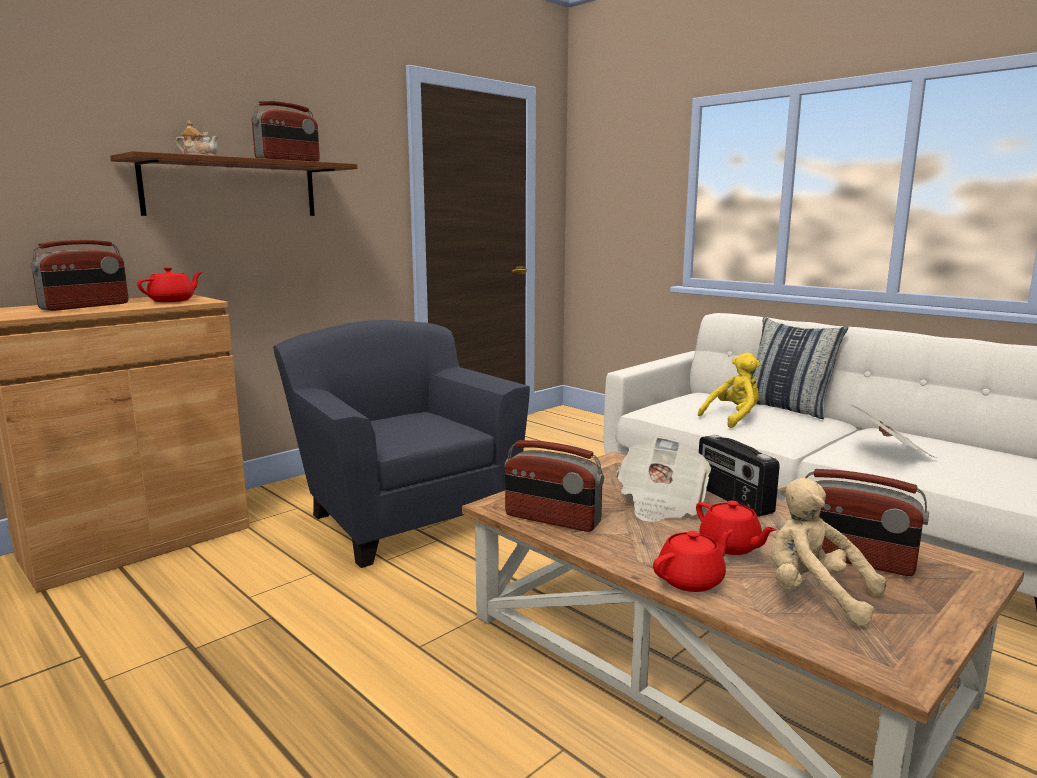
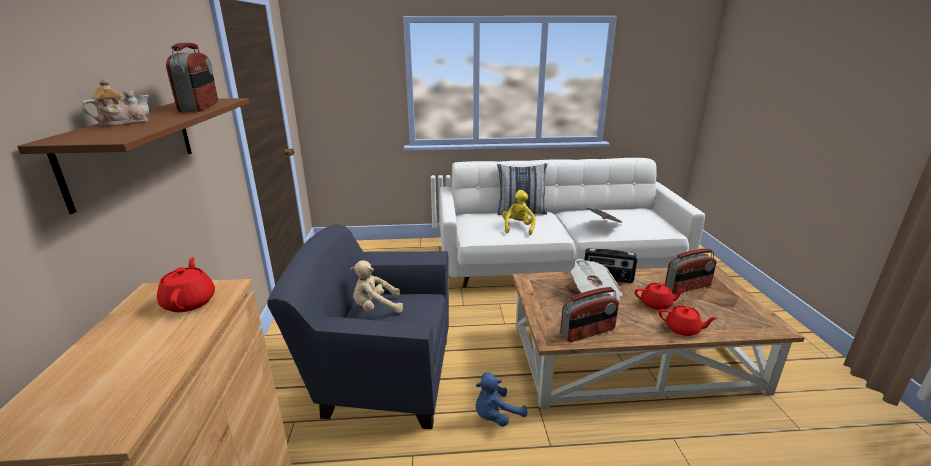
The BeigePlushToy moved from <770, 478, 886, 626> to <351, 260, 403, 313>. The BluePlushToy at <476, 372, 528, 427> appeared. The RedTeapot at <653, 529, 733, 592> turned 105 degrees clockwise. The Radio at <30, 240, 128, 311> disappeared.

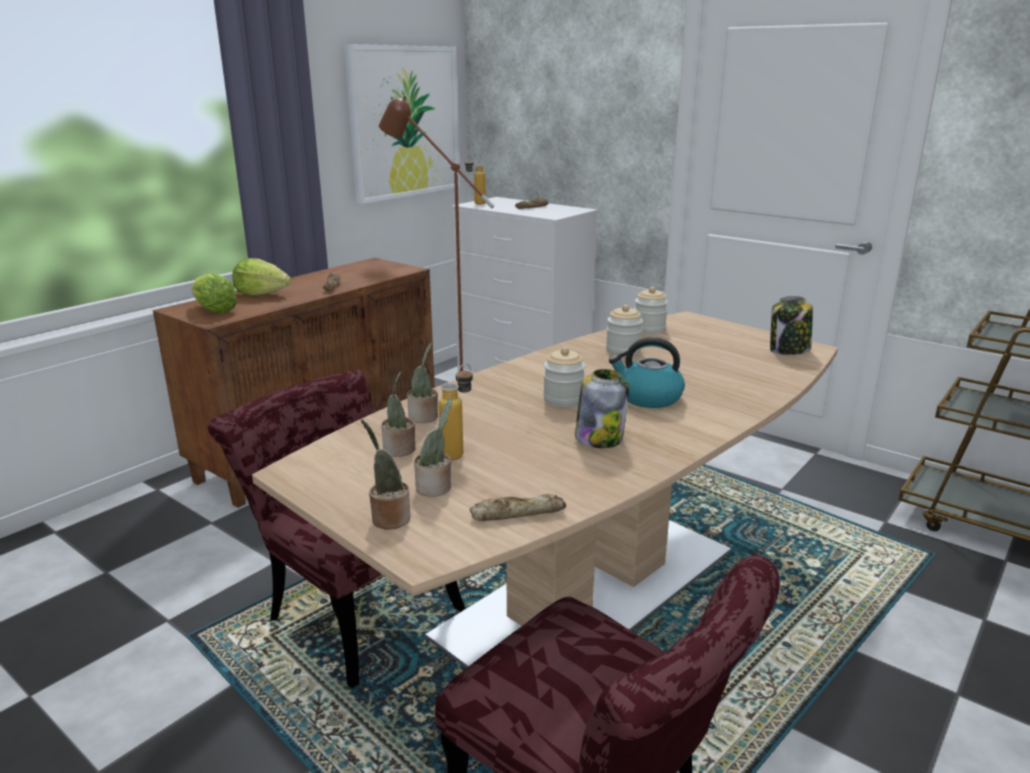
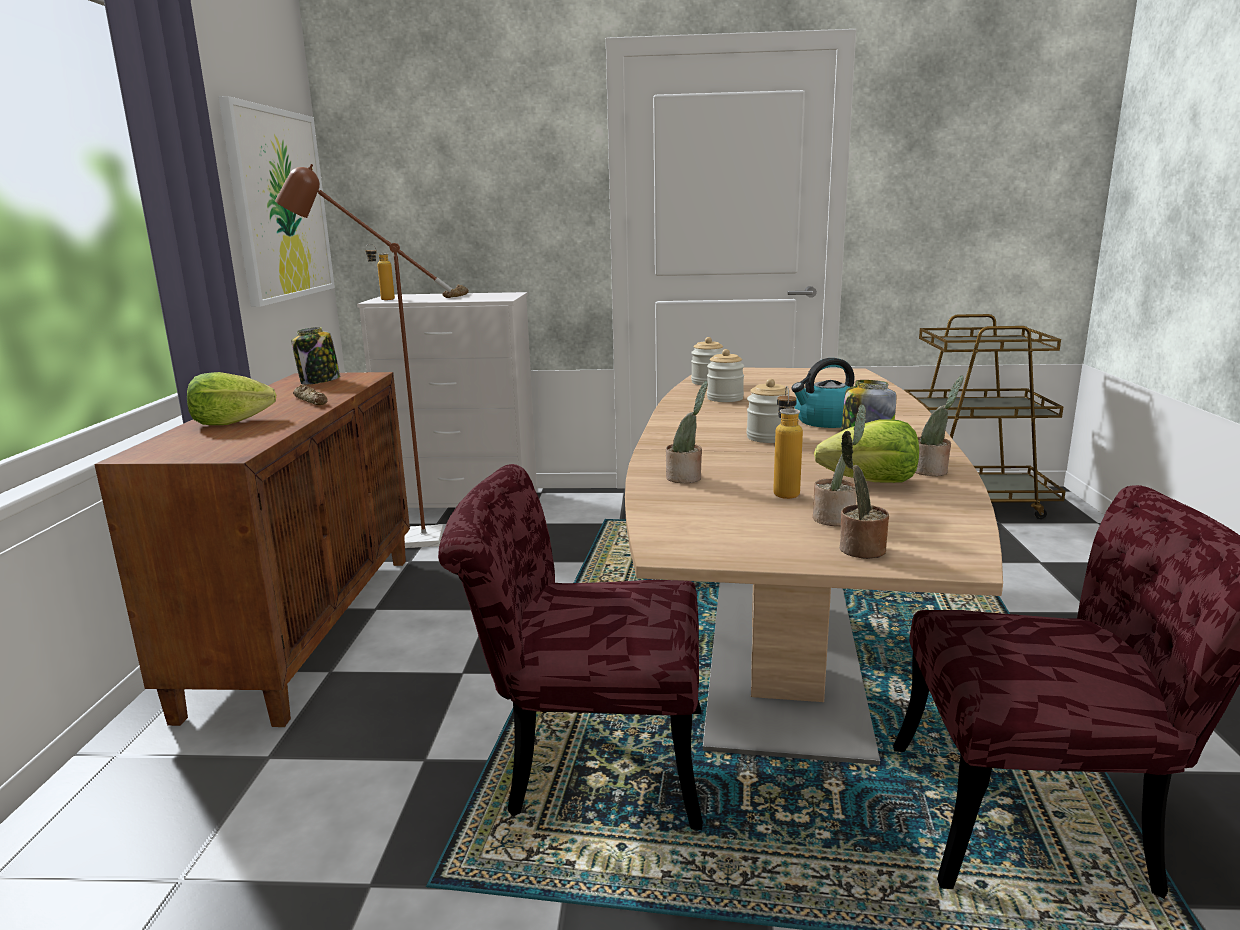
The Jar moved from <770, 296, 813, 355> to <291, 327, 340, 385>. The Lettuce moved from <191, 273, 238, 313> to <814, 419, 919, 483>. The PottedPlant moved from <381, 371, 415, 457> to <915, 375, 964, 476>. The Bread at <470, 494, 566, 521> disappeared.

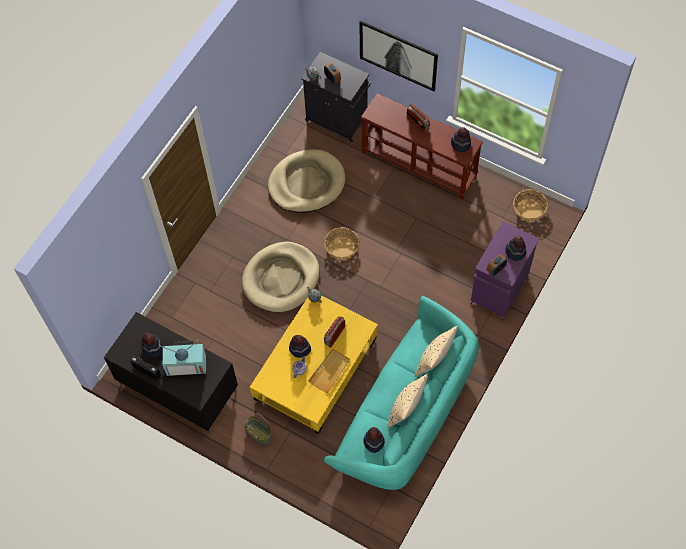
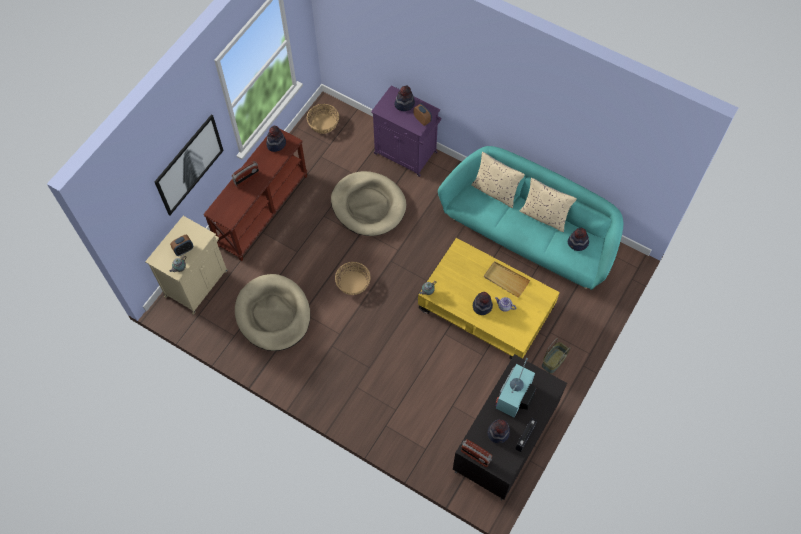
The BlackCabinet at <301, 52, 371, 142> became the BeigeCabinet at <145, 216, 228, 315>. The BeigeDogBed moved from <242, 242, 320, 312> to <331, 171, 406, 236>. The Radio moved from <324, 316, 345, 347> to <461, 439, 492, 467>. The Television at <159, 340, 206, 376> turned 150 degrees counterclockwise.

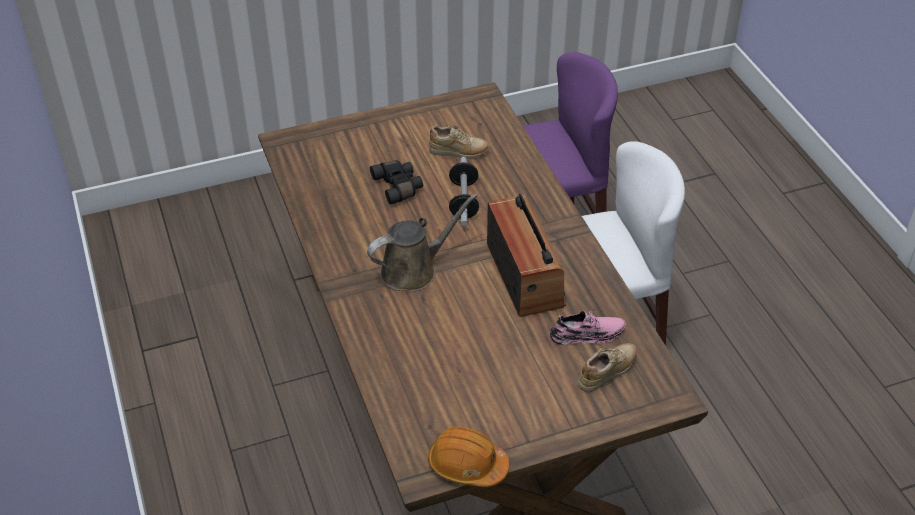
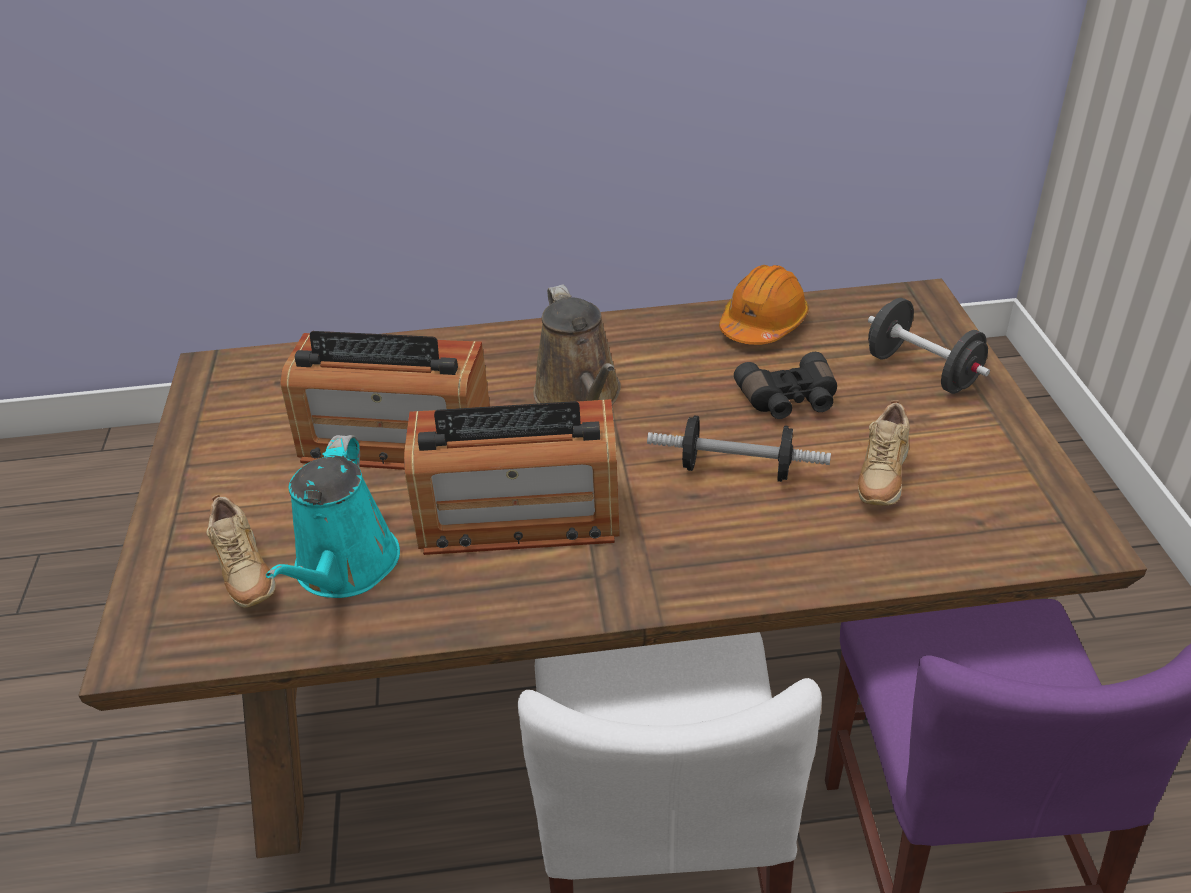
The PinkShoe at <550, 310, 626, 345> was replaced by the TurquoiseWateringCan at <266, 435, 400, 598>. The Radio at <281, 331, 490, 470> appeared. The OrangeHardHat moved from <428, 426, 510, 487> to <719, 265, 809, 345>. The BlackDumbbell at <868, 298, 990, 394> appeared.

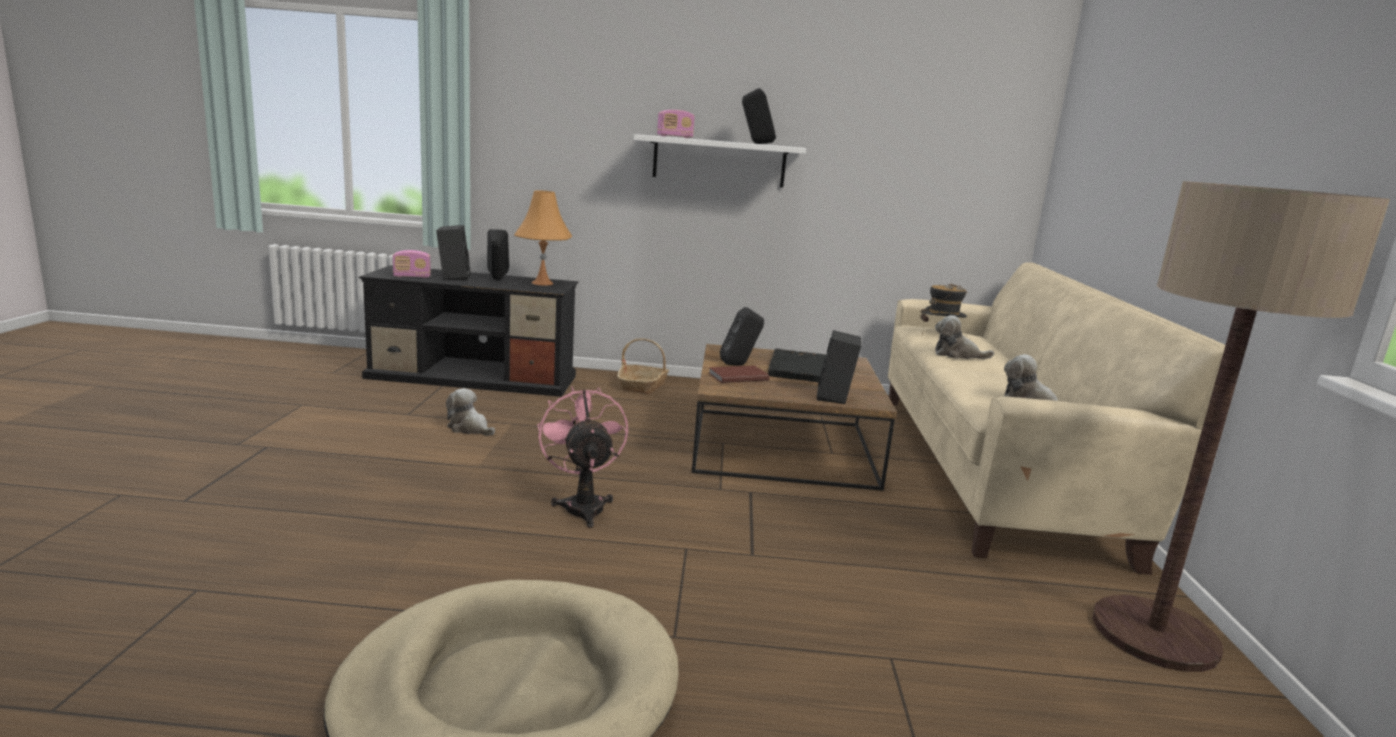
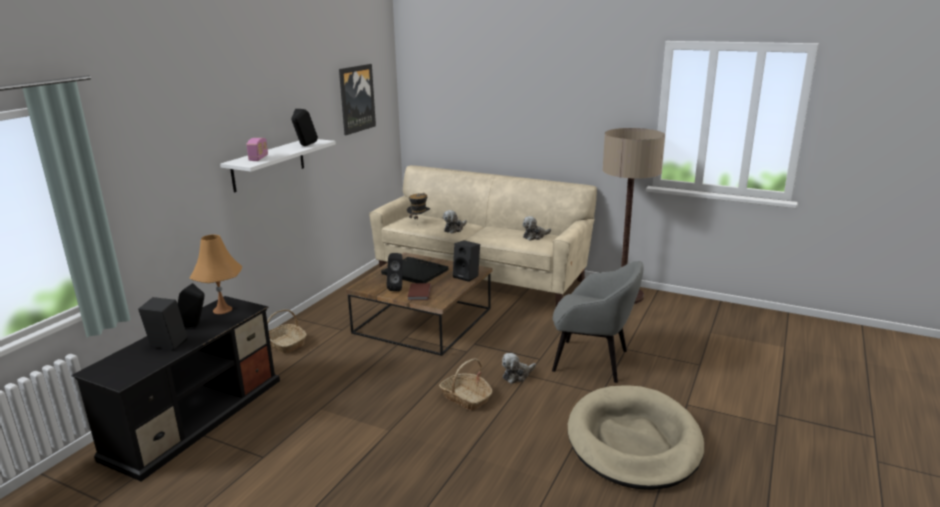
The Picture at <339, 64, 376, 135> appeared. The PinkFan at <537, 386, 628, 528> was replaced by the Basket at <439, 358, 492, 411>. The PlushToy moved from <446, 388, 495, 436> to <502, 353, 536, 384>. The GreyArmchair at <552, 261, 644, 383> appeared. The Radio at <393, 250, 431, 278> disappeared.

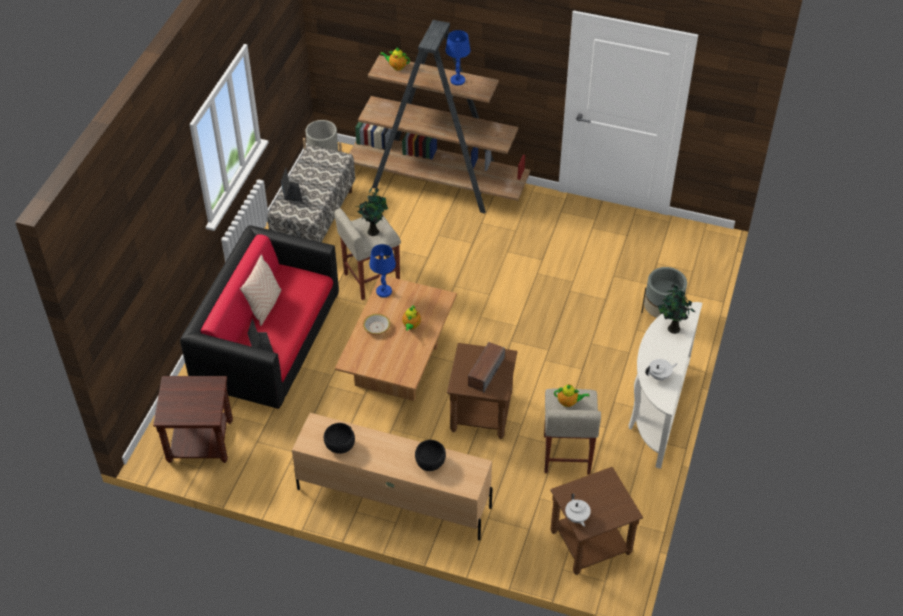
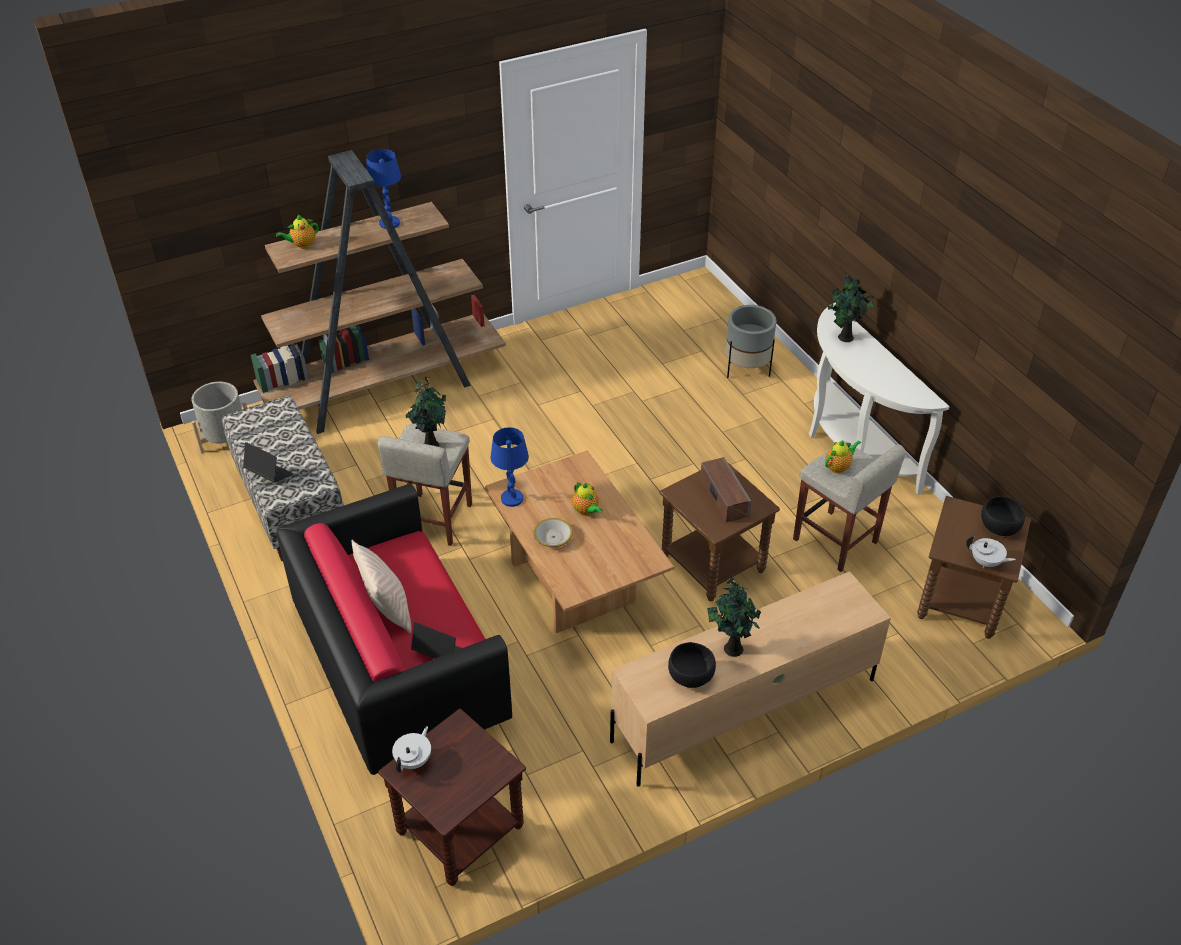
The WhiteTeapot moved from <645, 359, 678, 381> to <392, 726, 431, 772>. The PottedPlant at <707, 578, 761, 657> appeared. The BlackBowl moved from <415, 440, 446, 471> to <981, 496, 1025, 536>.

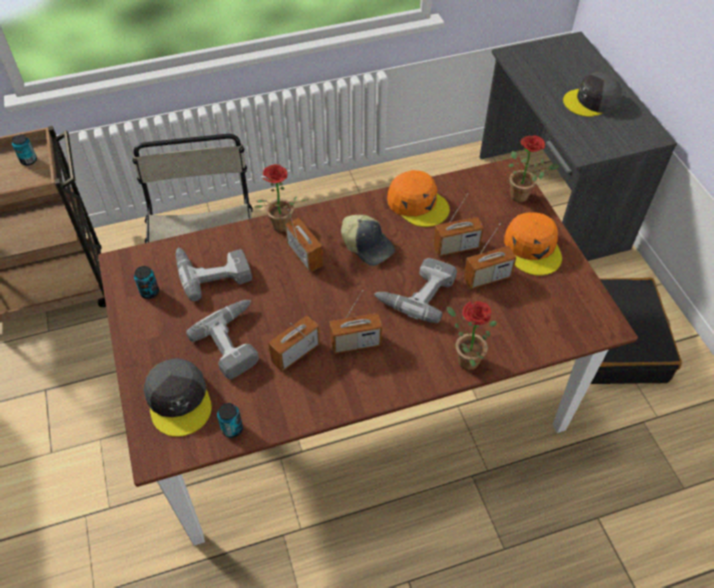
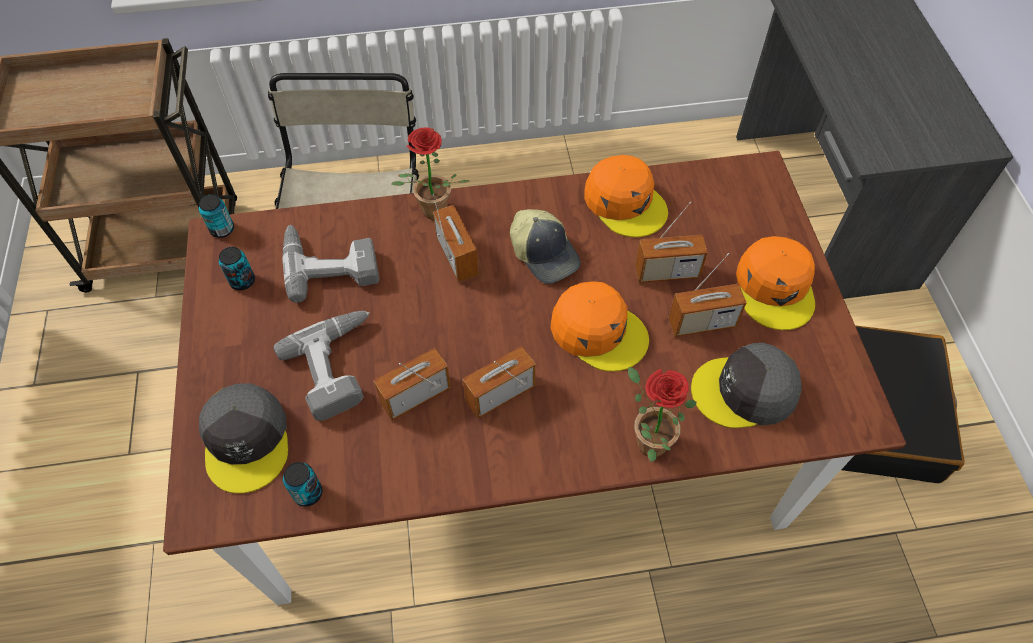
The Can moved from <12, 135, 37, 166> to <199, 194, 234, 238>. The Radio at <330, 290, 382, 354> turned 150 degrees clockwise. The PowerDrill at <374, 258, 457, 323> was replaced by the OrangeCap at <551, 281, 649, 371>. The GreyCap moved from <563, 72, 622, 117> to <691, 343, 802, 428>. The PottedPlant at <508, 135, 560, 202> disappeared.

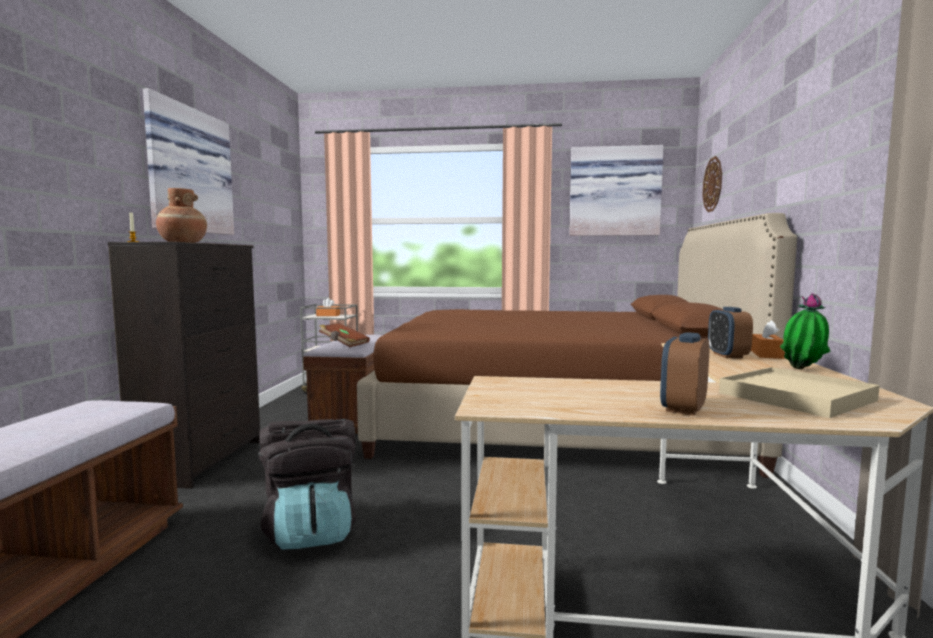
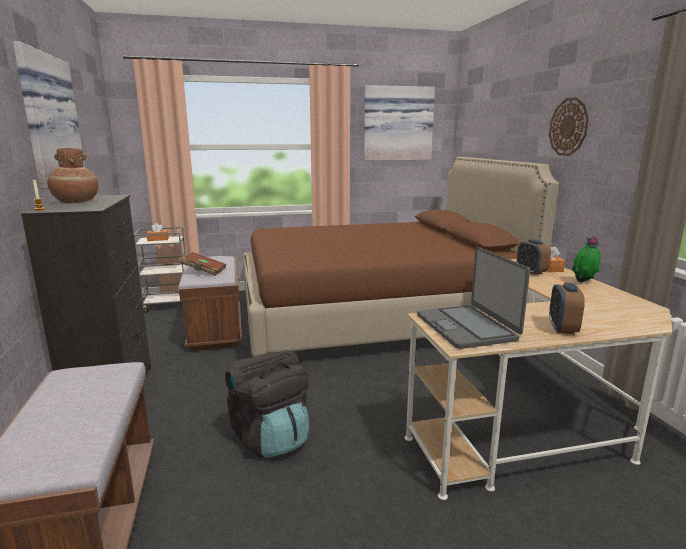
The Laptop at <417, 247, 530, 349> appeared. The WallClock moved from <703, 156, 722, 212> to <549, 97, 589, 156>. The BeigeTray at <719, 367, 880, 418> disappeared.

